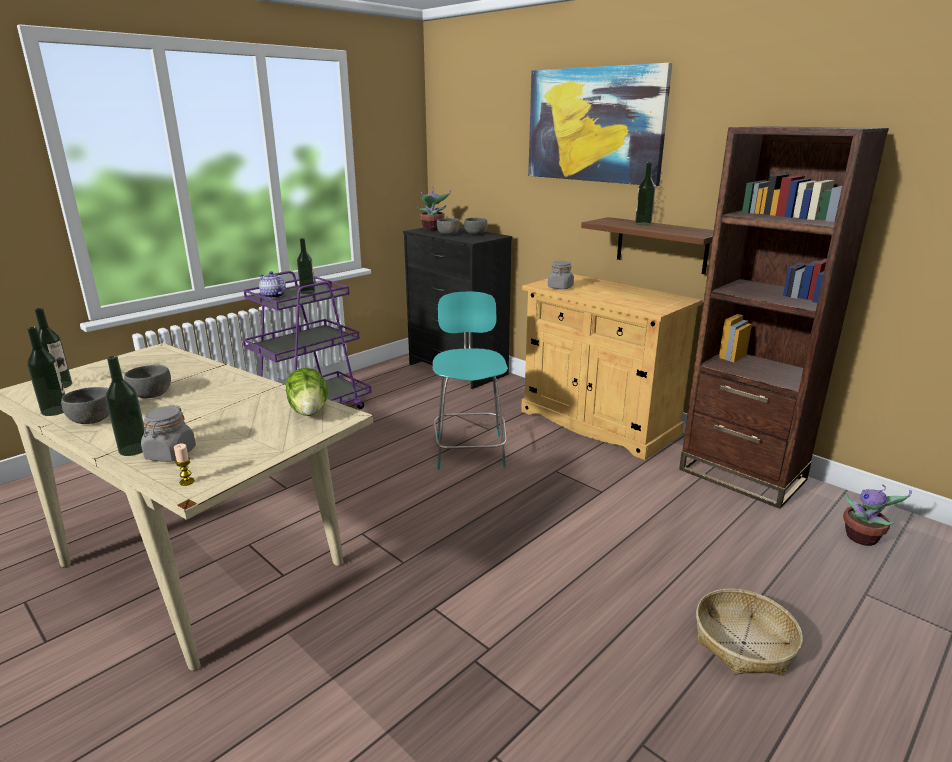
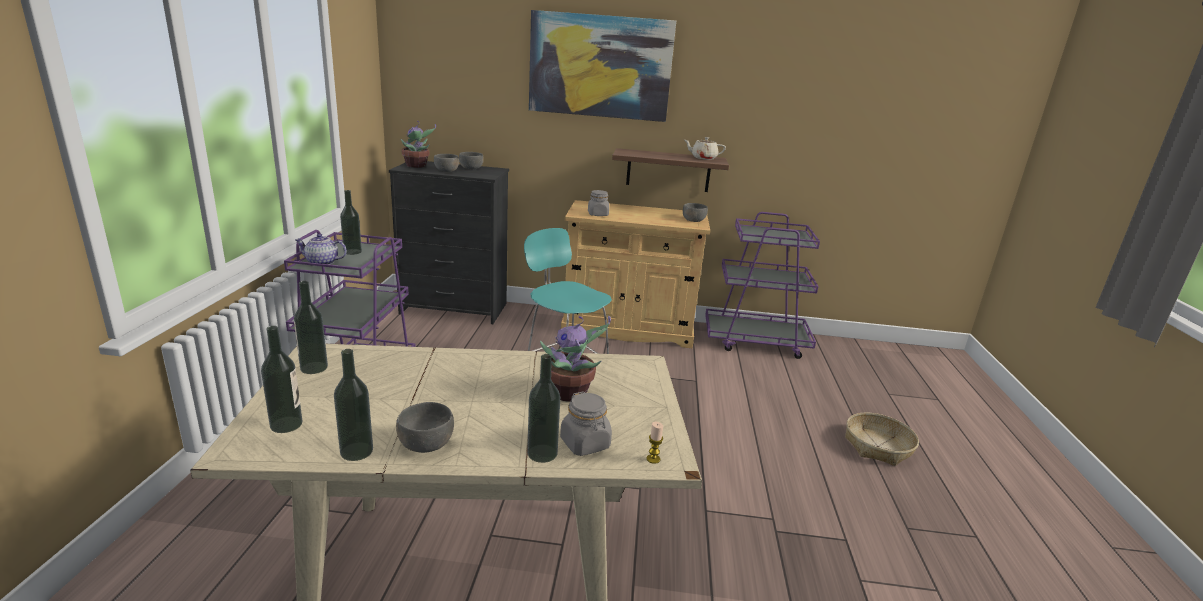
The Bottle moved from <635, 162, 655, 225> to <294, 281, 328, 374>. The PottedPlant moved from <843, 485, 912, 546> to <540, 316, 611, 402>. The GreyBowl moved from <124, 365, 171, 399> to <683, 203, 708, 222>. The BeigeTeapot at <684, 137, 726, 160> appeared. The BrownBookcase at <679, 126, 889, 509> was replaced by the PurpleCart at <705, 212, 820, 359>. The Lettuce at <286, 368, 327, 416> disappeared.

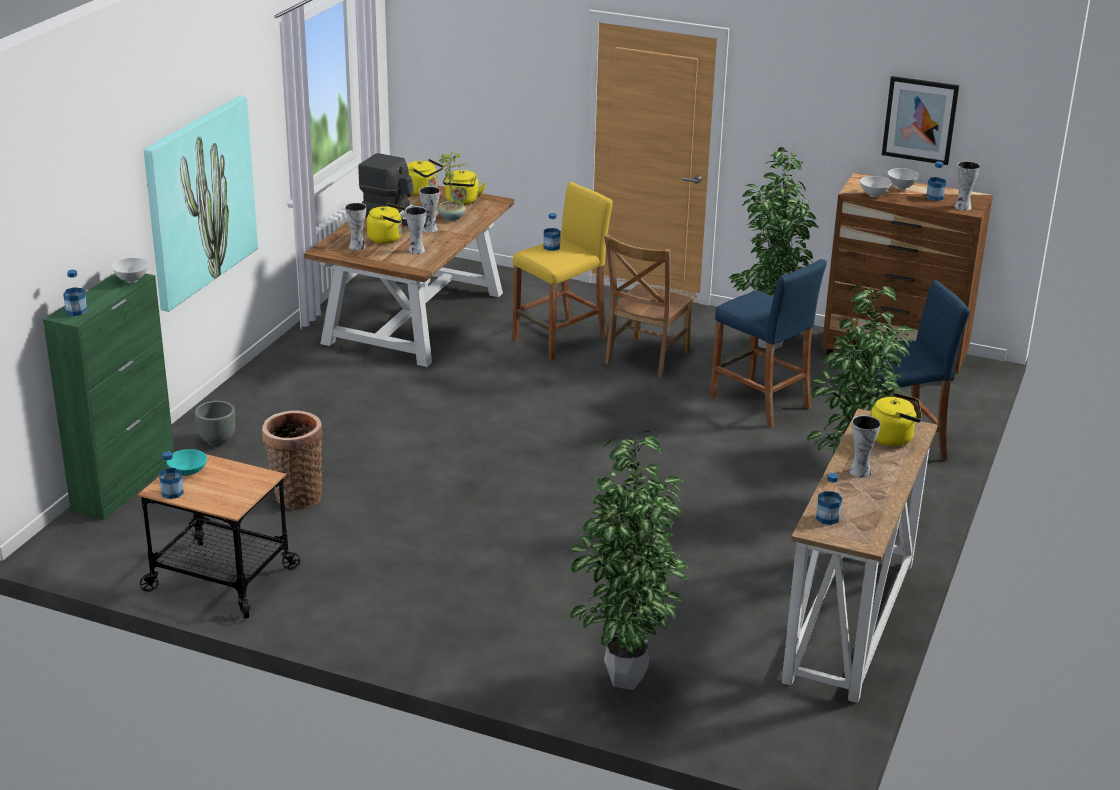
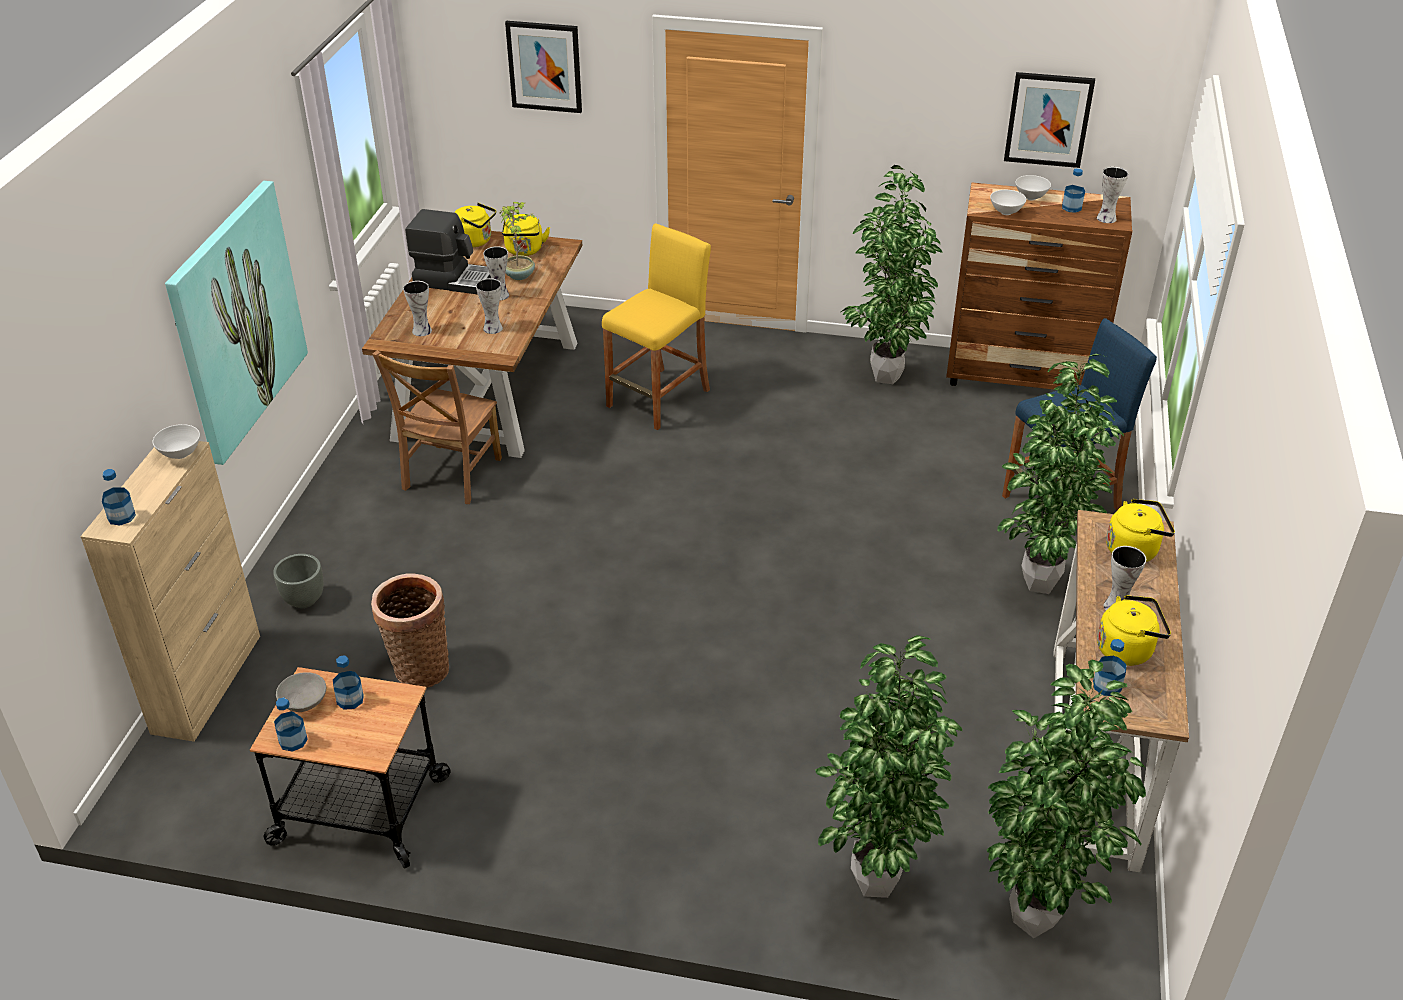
The GreenCabinet at <43, 273, 174, 520> became the BeigeCabinet at <80, 441, 260, 742>. The TurquoiseBowl at <167, 449, 207, 476> became the GreyBowl at <276, 672, 326, 712>. The Bottle moved from <543, 213, 561, 251> to <333, 655, 364, 710>. The BrownChair moved from <604, 235, 694, 379> to <372, 351, 502, 504>. The Picture at <505, 21, 582, 113> appeared. The PottedPlant at <987, 660, 1146, 938> appeared. The YellowKettle moved from <367, 203, 406, 244> to <1097, 595, 1171, 666>. The BlueStool at <710, 259, 827, 428> disappeared.

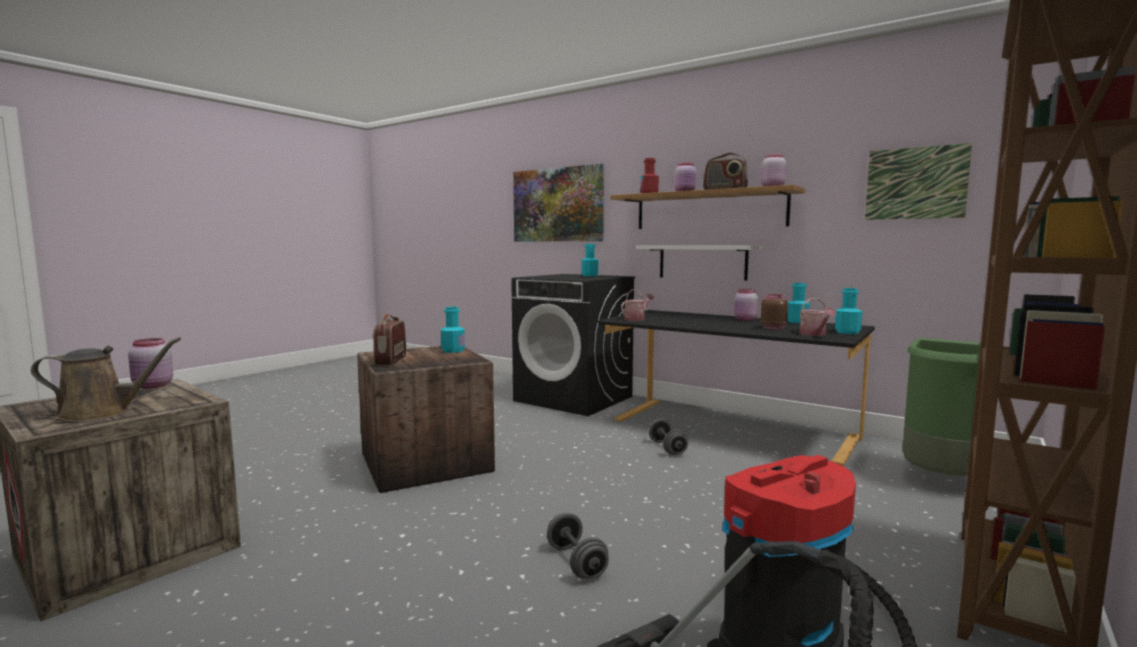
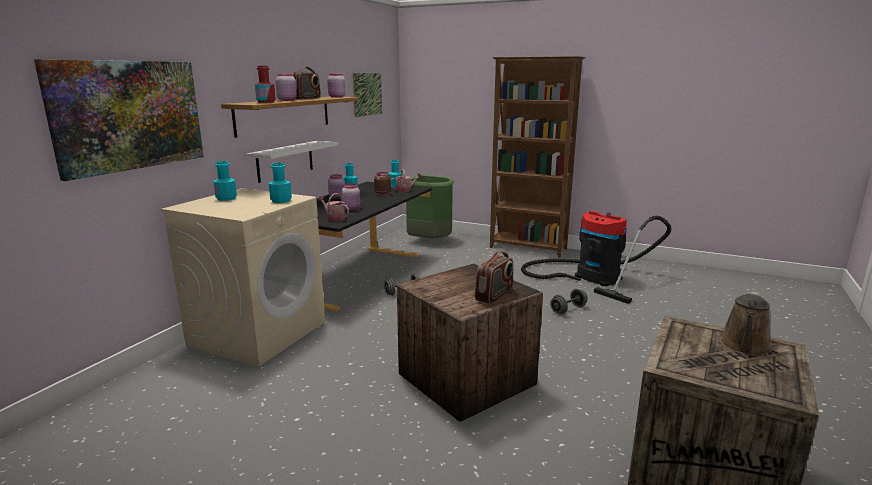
The BlackWashingMachine at <511, 274, 636, 416> became the BeigeWashingMachine at <161, 188, 325, 367>. The TurquoiseBottle moved from <441, 307, 465, 353> to <269, 163, 292, 203>. The PinkJar moved from <128, 338, 173, 389> to <341, 184, 360, 210>. The Radio at <373, 314, 406, 365> turned 45 degrees counterclockwise. The BrownWateringCan at <31, 337, 181, 422> turned 120 degrees counterclockwise.

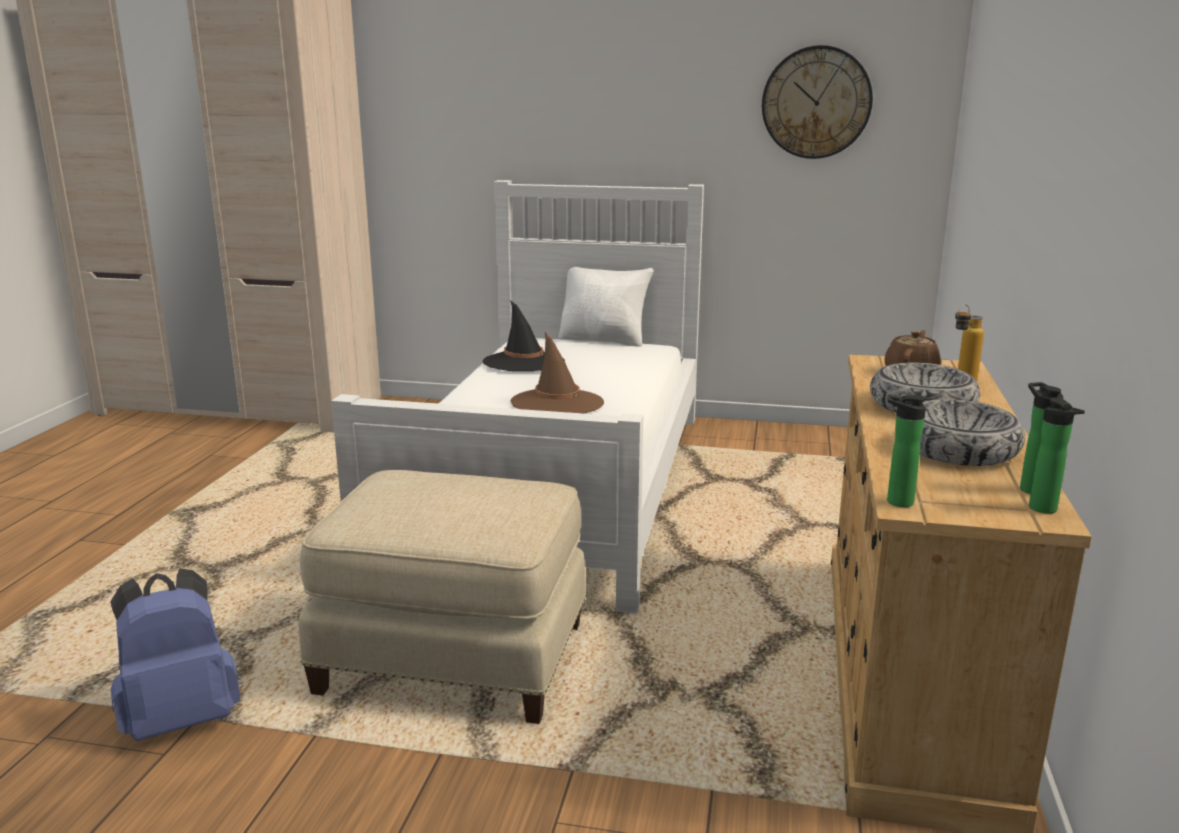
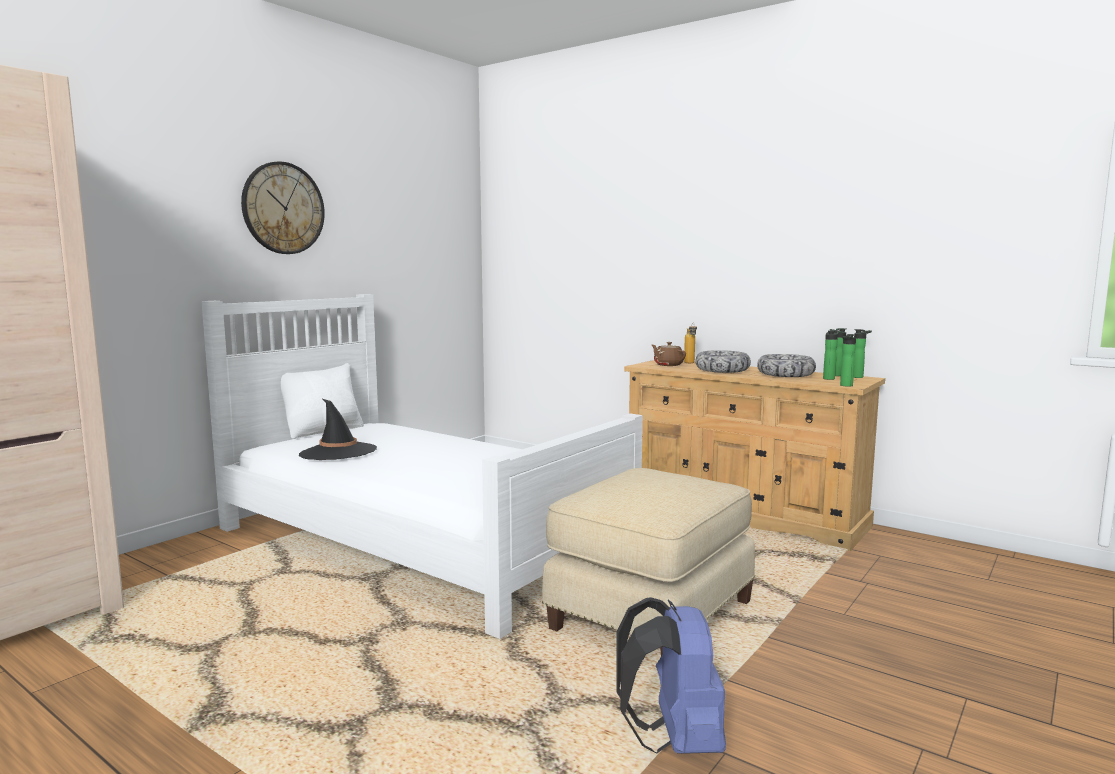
The WallClock moved from <762, 45, 873, 159> to <241, 161, 325, 254>. The Bottle at <823, 330, 839, 380> appeared. The BrownHat at <510, 333, 604, 413> disappeared.

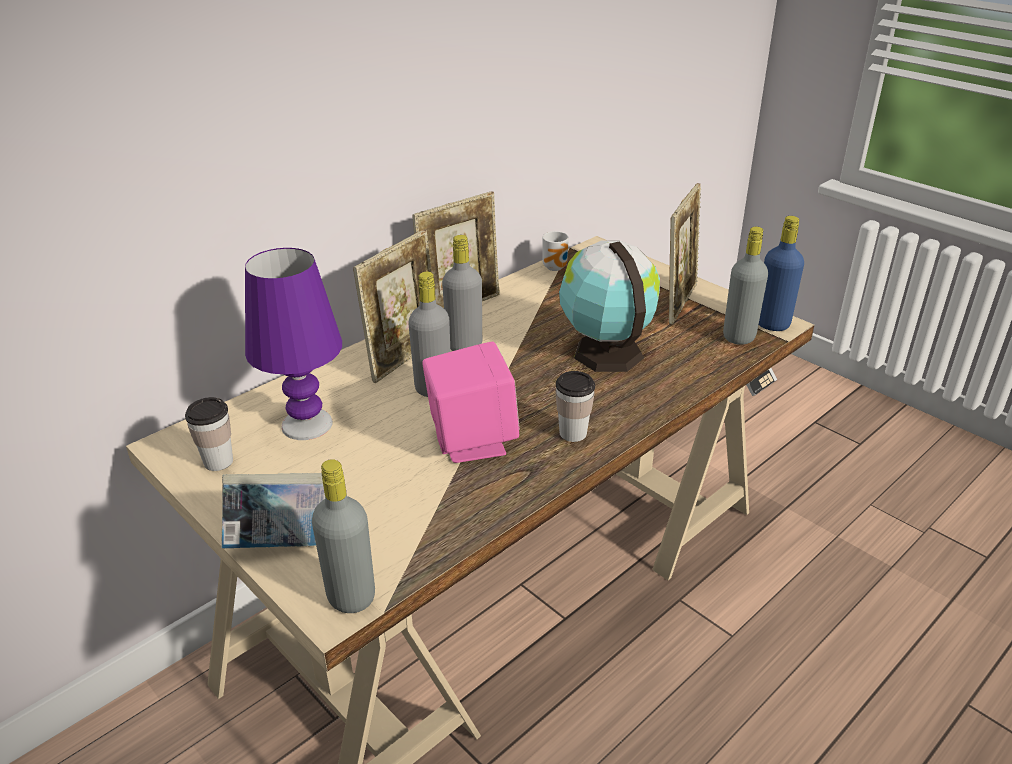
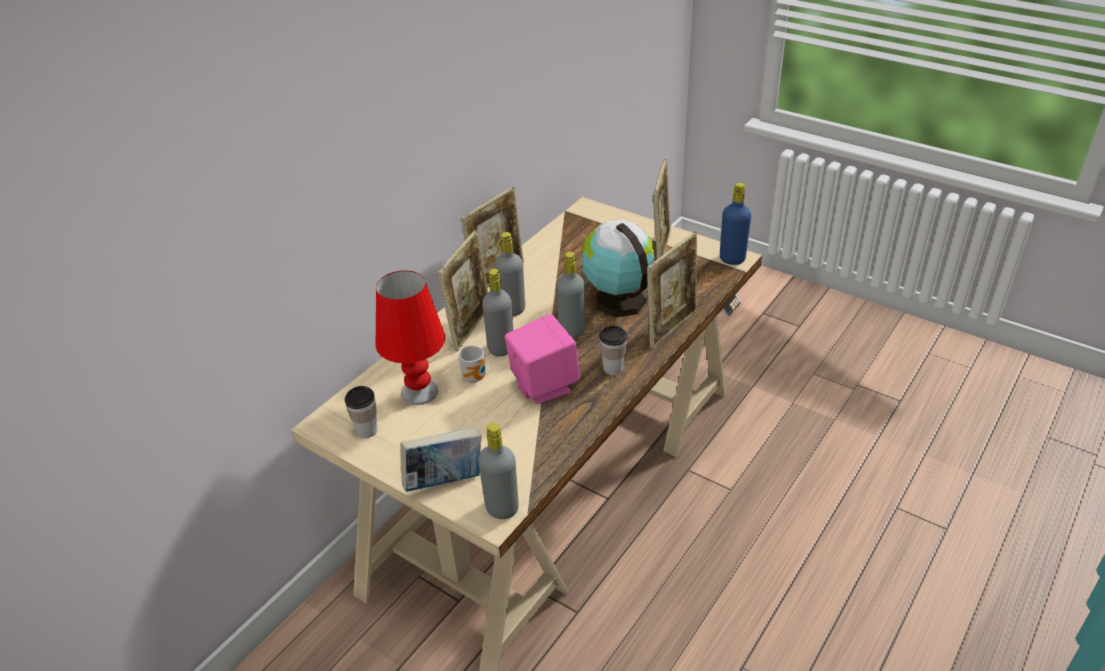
The PurpleTableLamp at <245, 248, 342, 440> became the RedTableLamp at <376, 270, 445, 405>. The Mug moved from <542, 231, 569, 271> to <459, 346, 485, 383>. The GreyBottle moved from <723, 227, 768, 345> to <556, 252, 585, 339>. The PictureFrame at <647, 232, 697, 349> appeared.

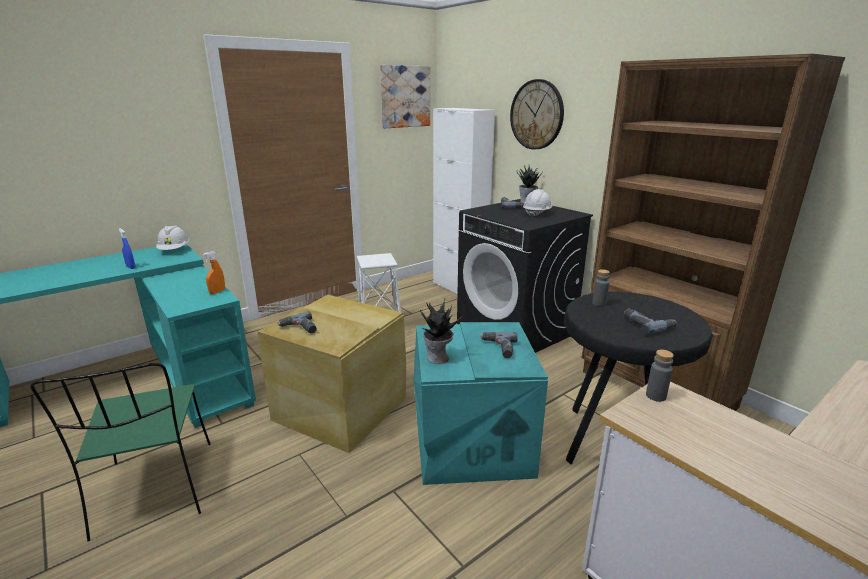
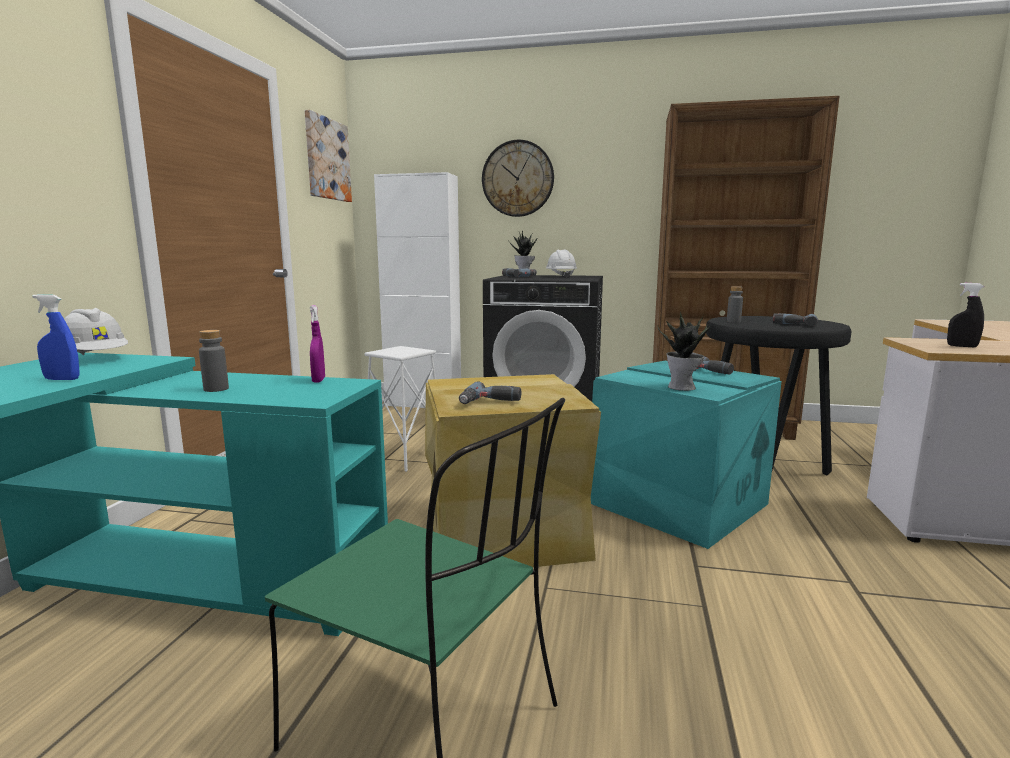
The GreyBottle moved from <646, 350, 674, 402> to <199, 330, 229, 392>. The OrangeSprayBottle at <203, 251, 225, 294> became the PurpleSprayBottle at <310, 305, 325, 382>. The BlackSprayBottle at <947, 283, 984, 347> appeared.

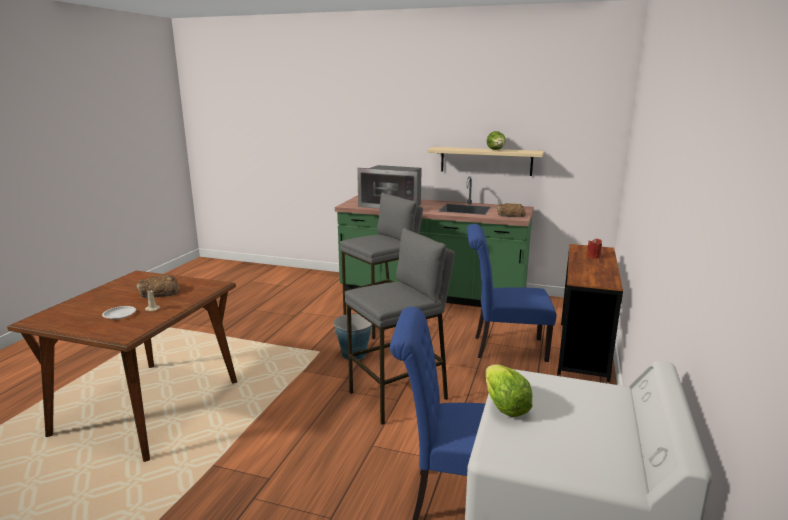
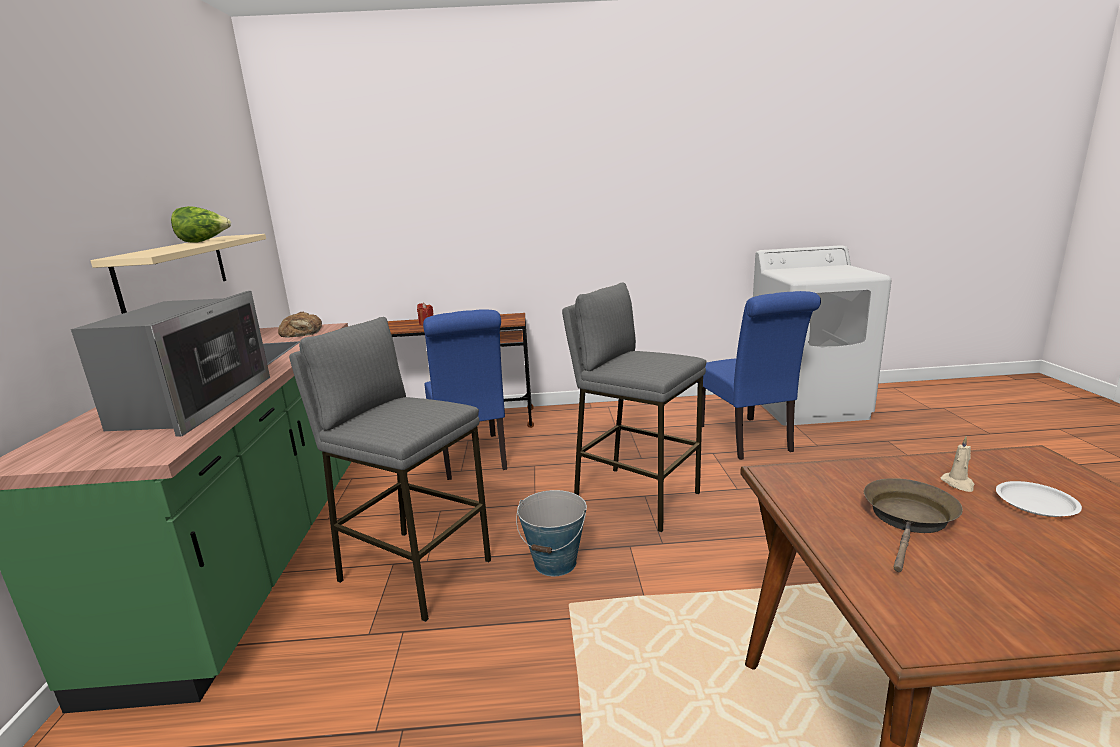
The Bread at <136, 275, 180, 298> was replaced by the BrownFryingPan at <864, 478, 963, 572>. The Lettuce at <486, 364, 532, 417> disappeared.

